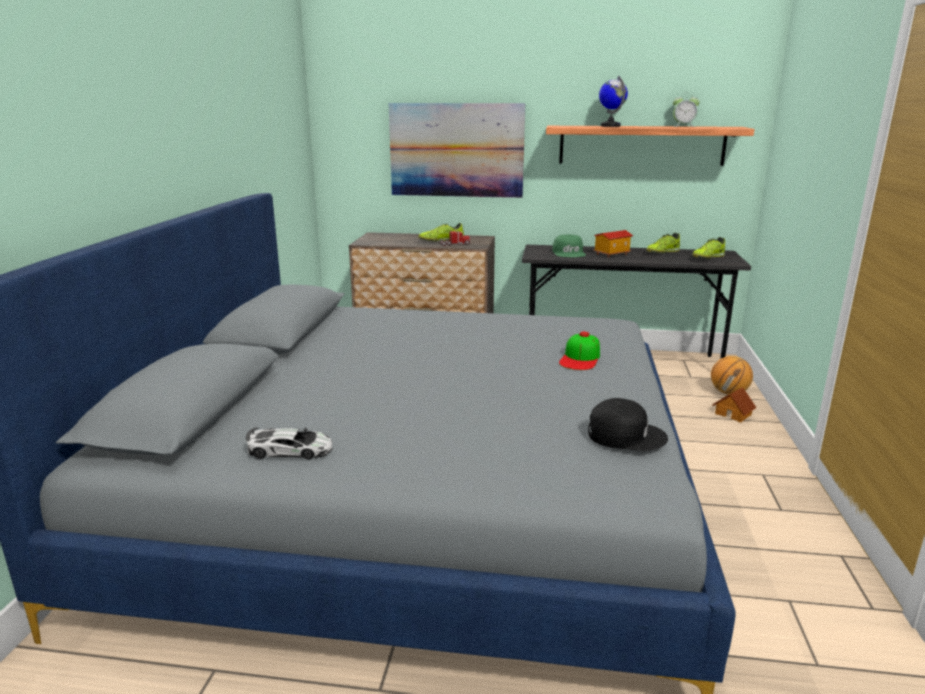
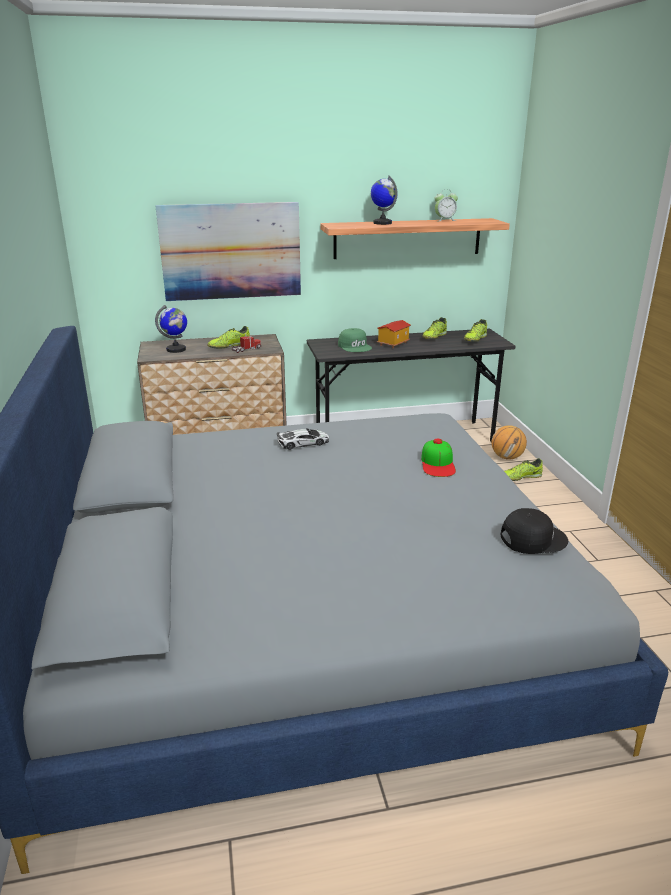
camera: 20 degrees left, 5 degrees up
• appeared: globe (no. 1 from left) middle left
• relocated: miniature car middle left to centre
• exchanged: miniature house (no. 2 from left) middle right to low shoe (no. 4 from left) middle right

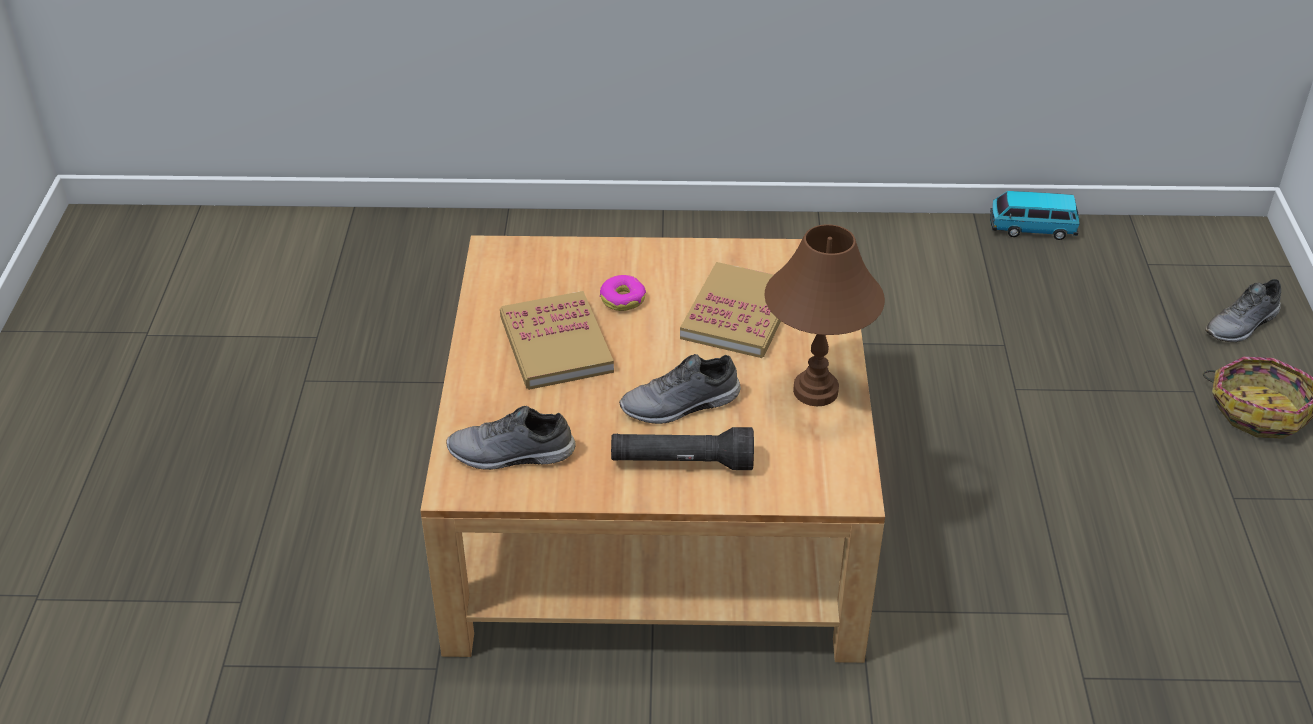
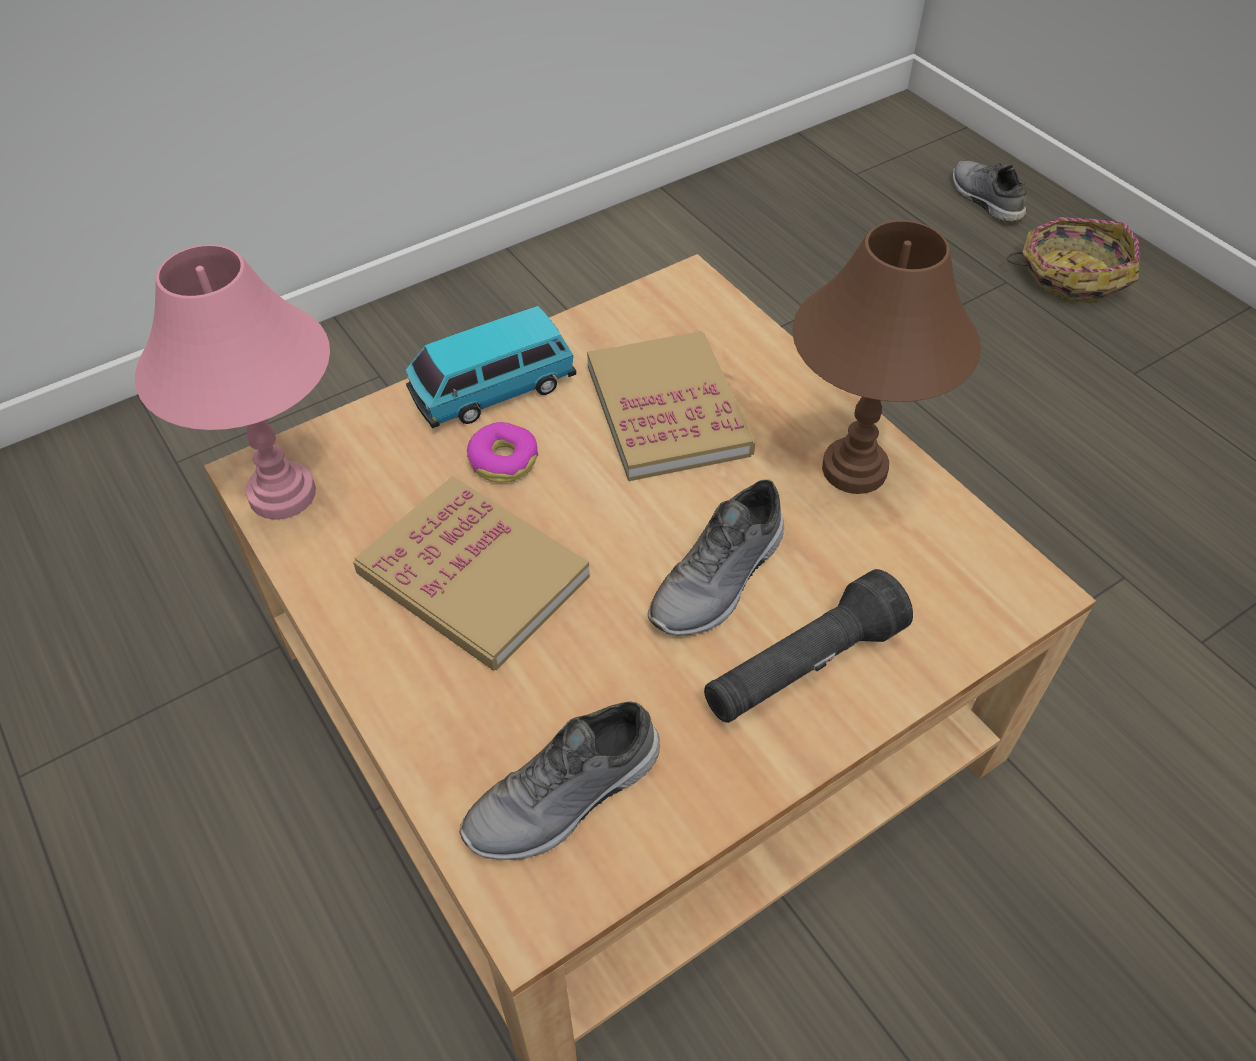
camera: 35 degrees left, 10 degrees up
• appeared: pinkish lamp for a table middle left
• relocated: miniature car top right to centre
• spun: grey low shoe (no. 3 from left) middle right = top right 135 degrees clockwise

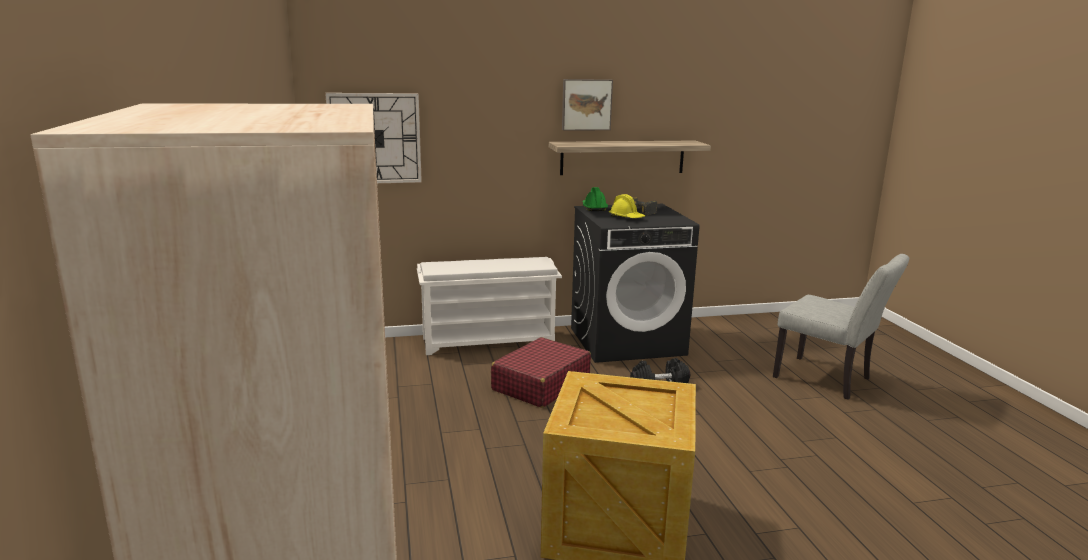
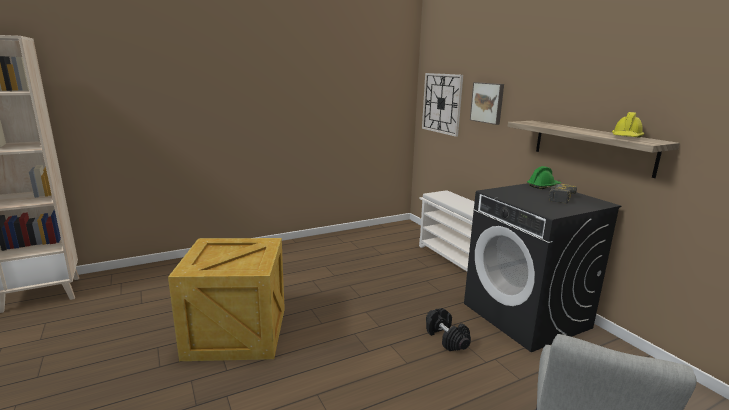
camera: 75 degrees right, 0 degrees up
• missing: red-coloured suitcase centre
• relocated: wall picture top centre to top right
• relocated: yellowish work helmet centre to top right

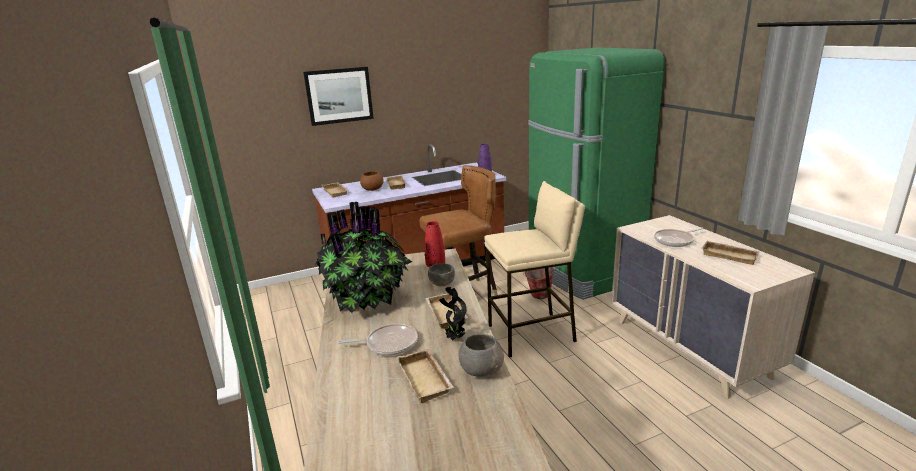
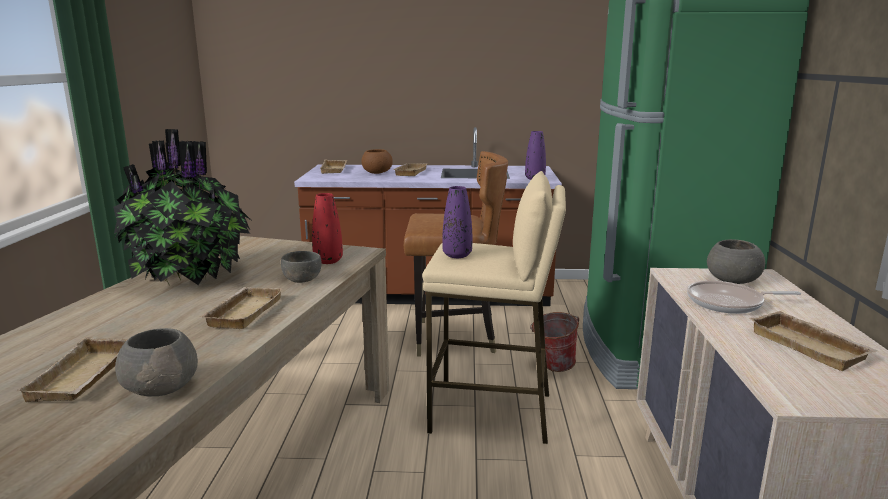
camera: 25 degrees right, 5 degrees down
• missing: wall picture top centre
• missing: skillet (no. 1 from left) bottom centre
• missing: potted plant (no. 2 from left) centre
• appeared: purple flower vase (no. 1 from left) centre
• appeared: grey deep dish (no. 3 from left) middle right

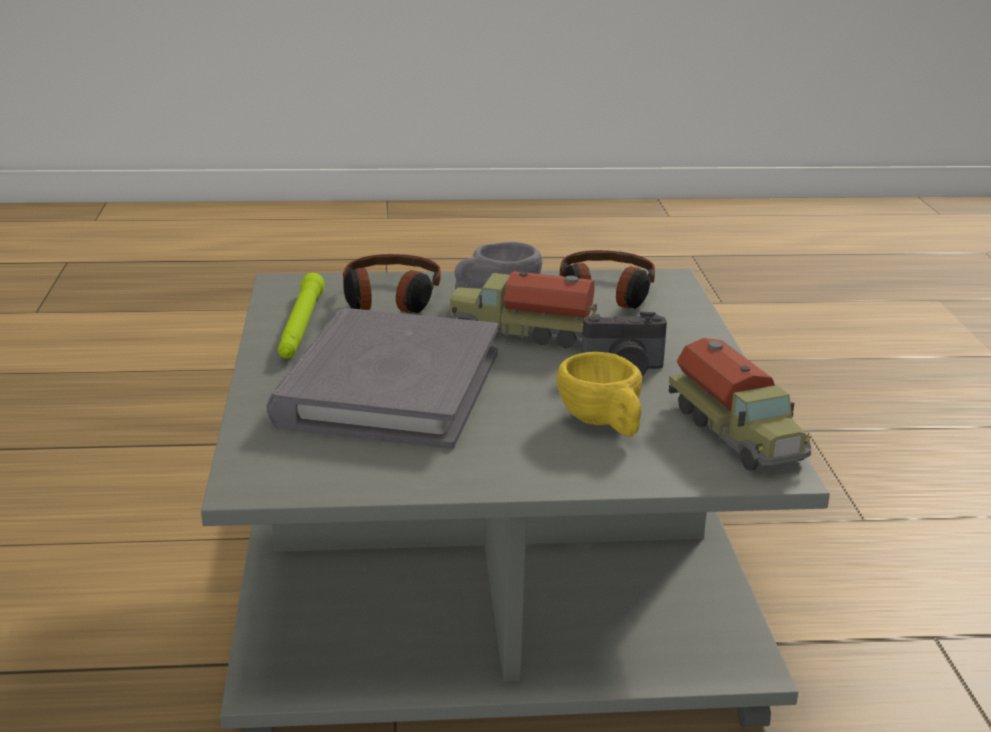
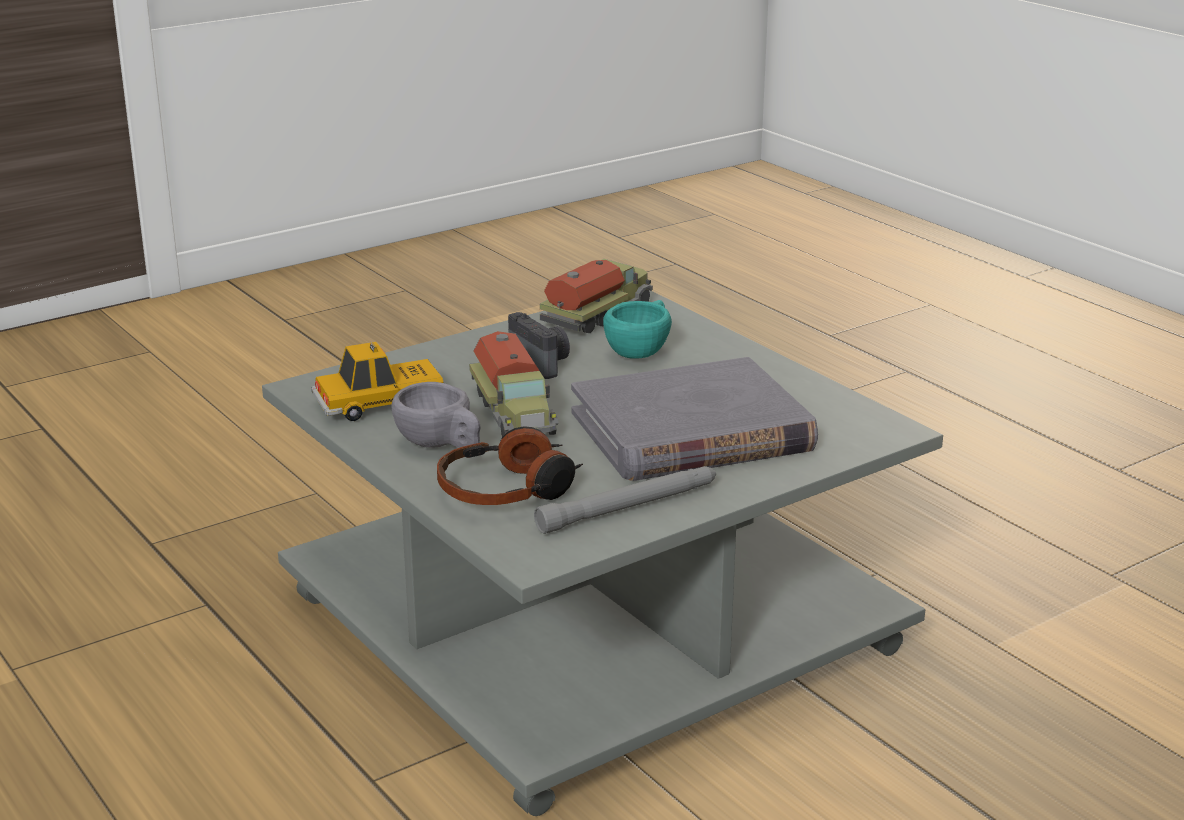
camera: 120 degrees left, 0 degrees up
• exchanged: headphones (no. 2 from left) centre to miniature car middle left
• colour: green-coloured hand torch middle left to grey hand torch centre
• colour: yellowish drinking cup centre to turquoise-coloured drinking cup centre

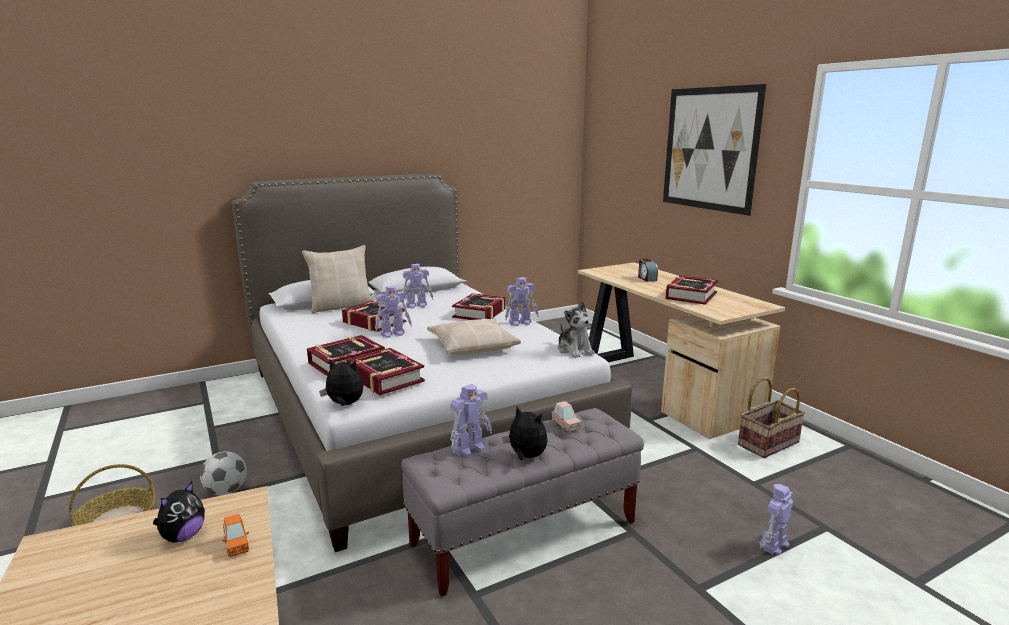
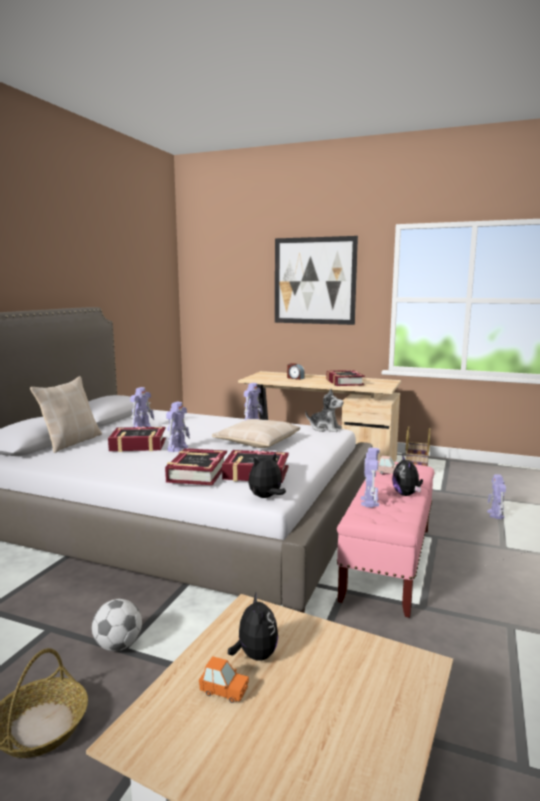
camera: 40 degrees left, 5 degrees down
• missing: bound book (no. 4 from left) centre
• relocated: orange miniature car bottom left to bottom centre
• colour: grey long seat bottom centre to pinkish long seat bottom right
• spun: soft toy (no. 3 from left in the first image) bottom centre = middle right 90 degrees counterclockwise

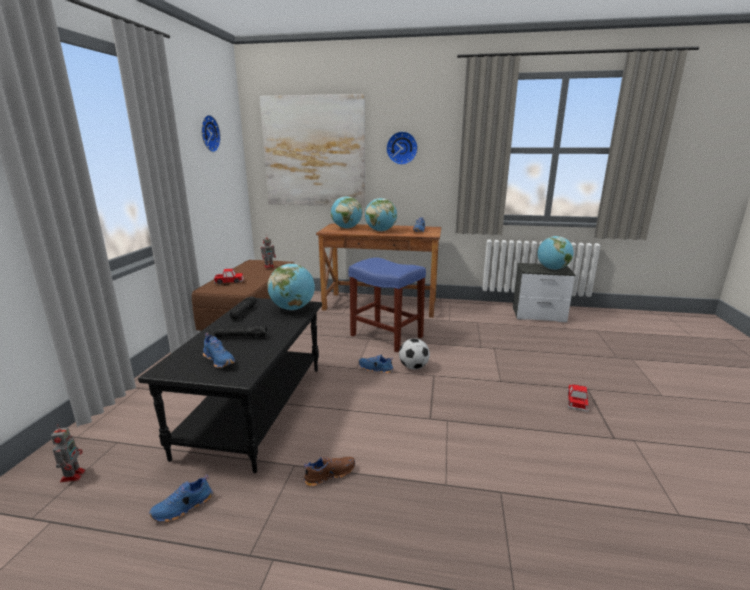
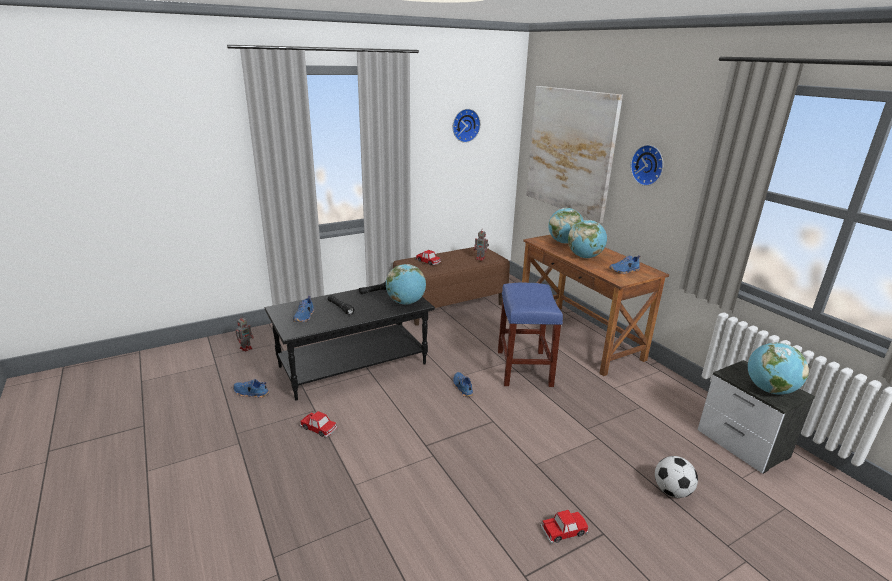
camera: 50 degrees right, 5 degrees up
• relocated: football ball centre to bottom right
• exchanged: brownish low shoe bottom centre to miniature car (no. 1 from left) bottom centre

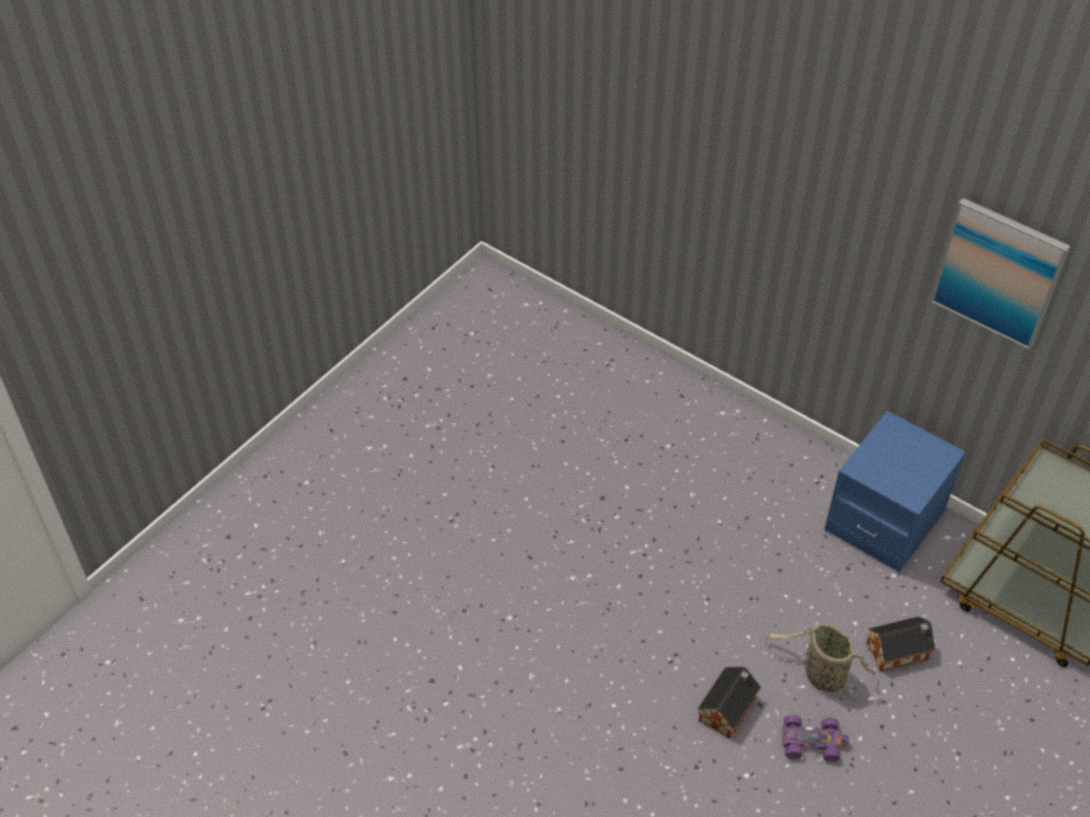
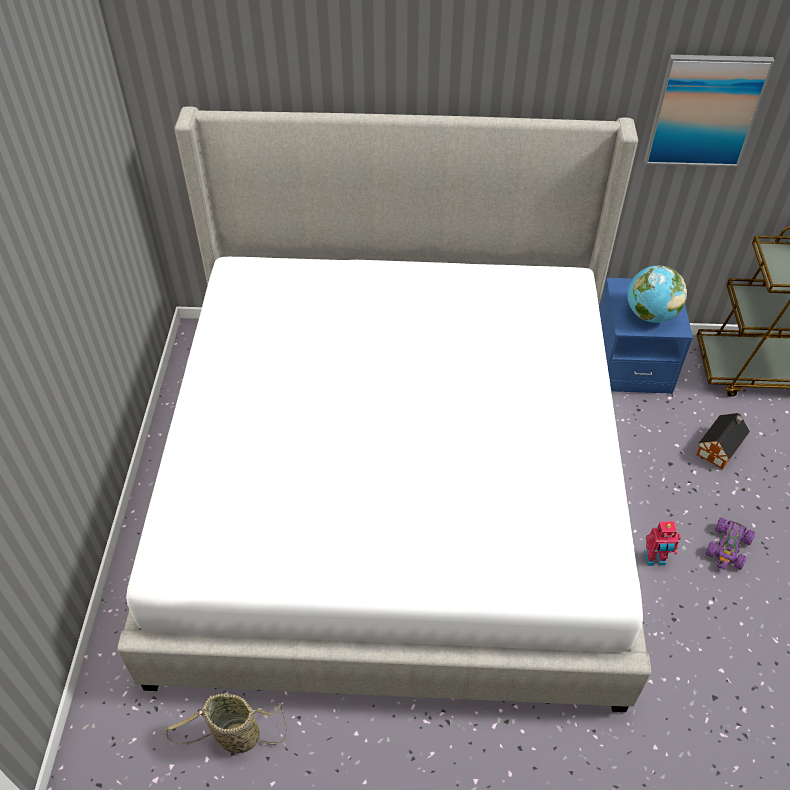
camera: 35 degrees left, 0 degrees up
• appeared: sleeping bed centre
• appeared: globe middle right
• relocated: storage basket bottom right to bottom left
• exchanged: miniature house (no. 1 from left) bottom right to model robot bottom right
• spun: purple miniature car bottom right = bottom right 150 degrees clockwise

